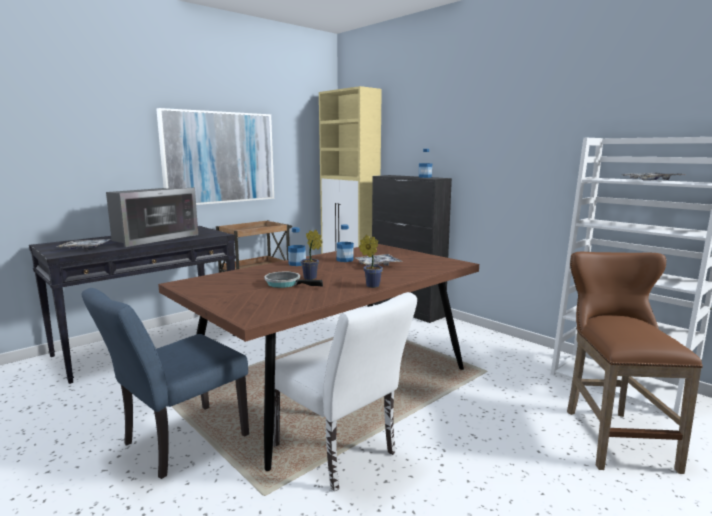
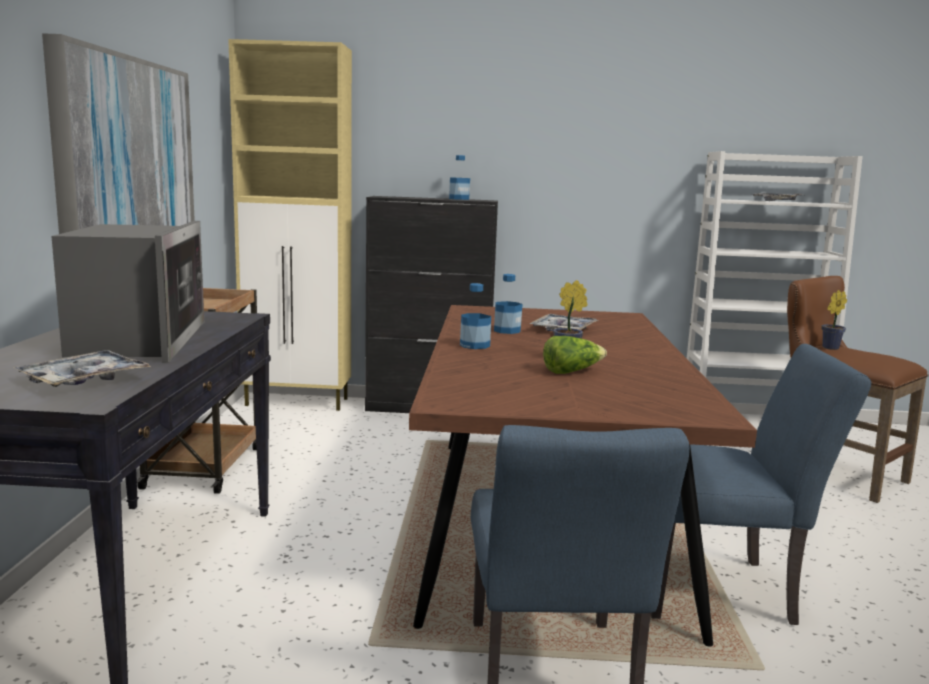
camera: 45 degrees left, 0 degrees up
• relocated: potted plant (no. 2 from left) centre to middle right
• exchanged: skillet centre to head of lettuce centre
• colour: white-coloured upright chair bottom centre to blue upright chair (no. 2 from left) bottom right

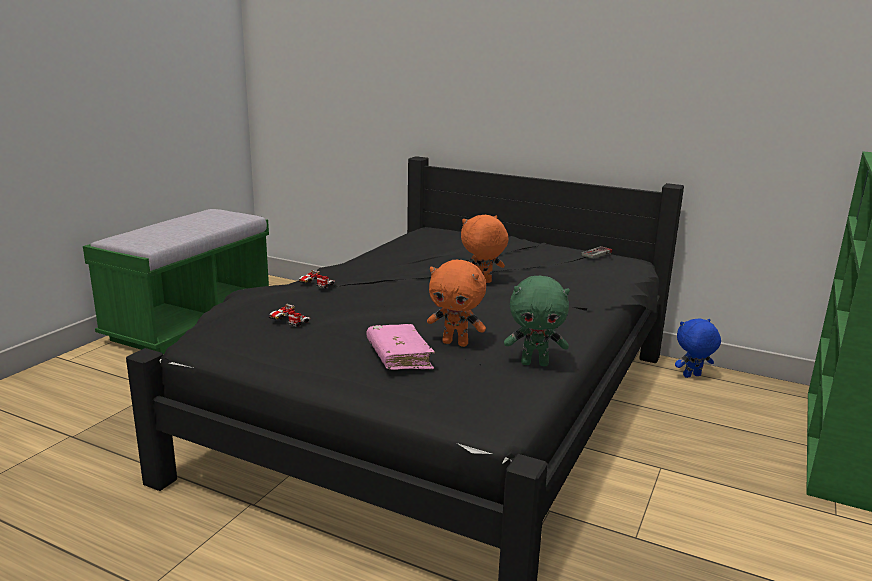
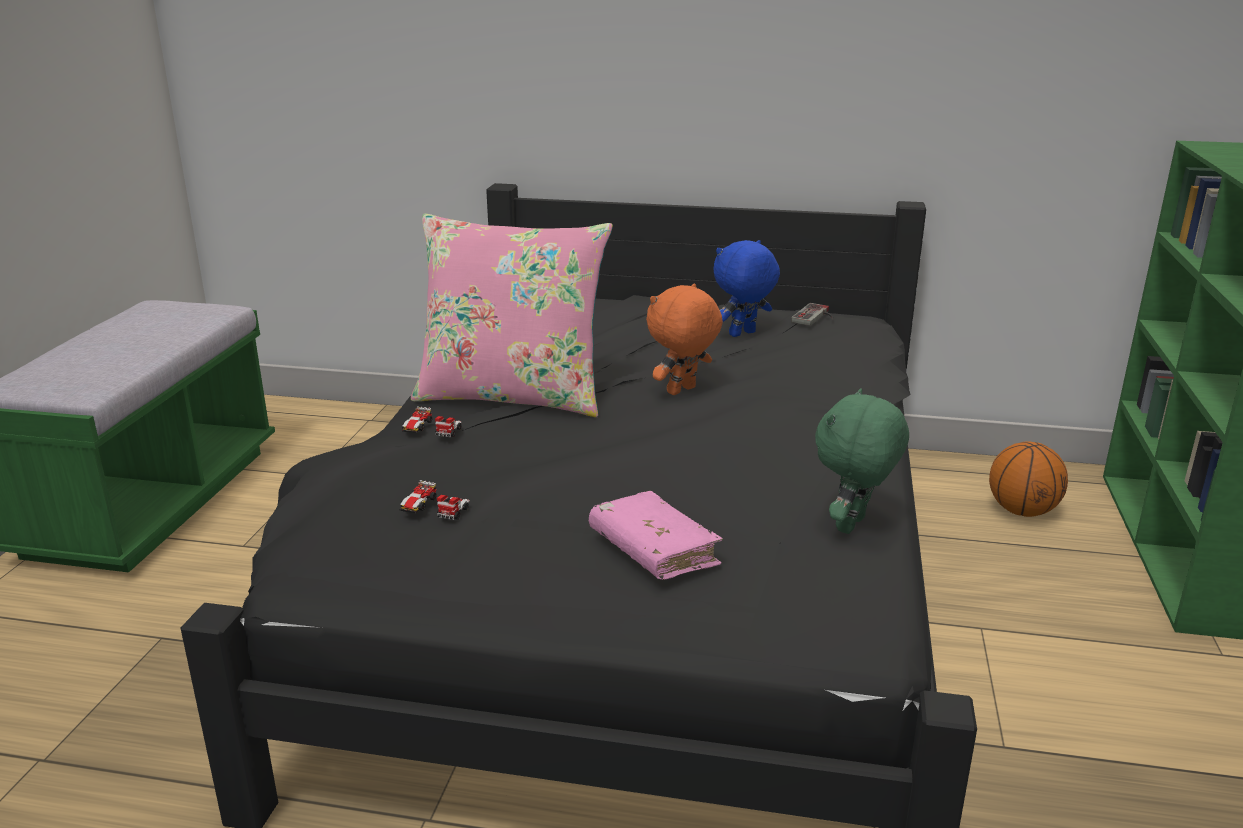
camera: 15 degrees left, 5 degrees up
• missing: orange soft toy (no. 1 from left) centre
• appeared: pinkish cushion centre
• appeared: basketball ball middle right
• relocated: blue soft toy middle right to centre
• spun: green-coloured soft toy centre = middle right 135 degrees clockwise

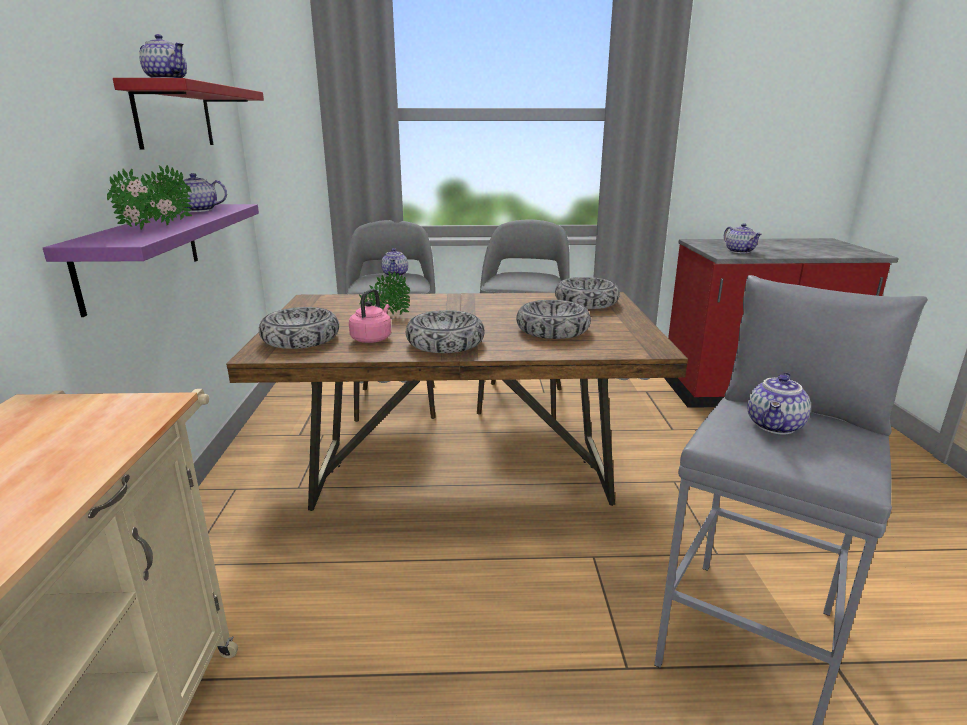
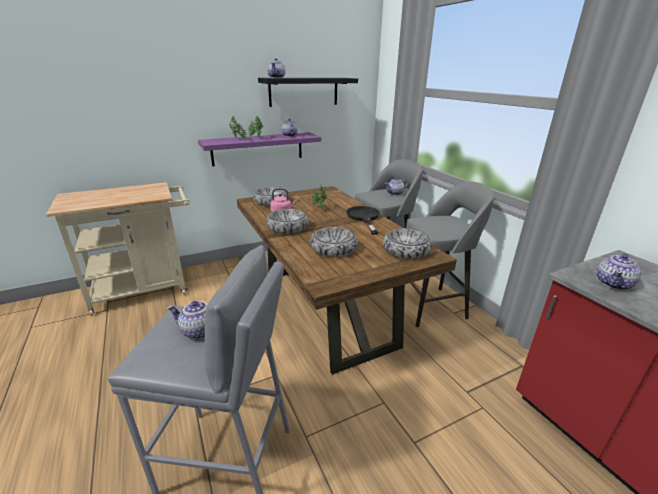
camera: 65 degrees right, 5 degrees up
• appeared: blackish skillet centre
• colour: red-coloured shelf top left to blackish shelf top centre

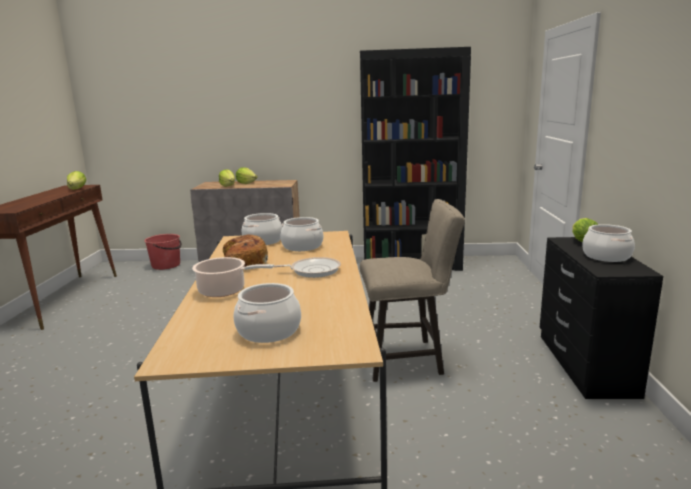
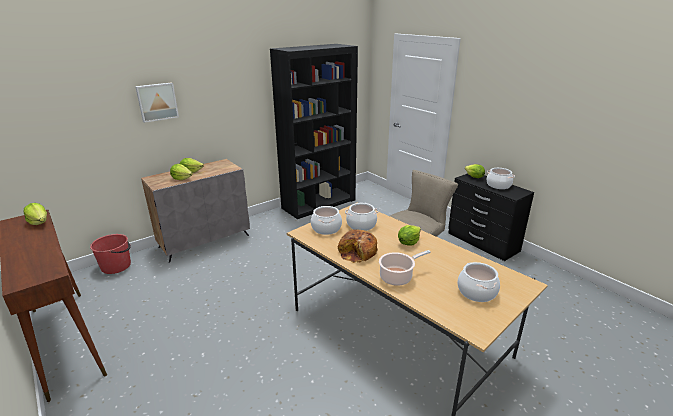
camera: 40 degrees left, 10 degrees up
• appeared: wall picture top left
• exchanged: skillet centre to head of lettuce (no. 4 from left) centre

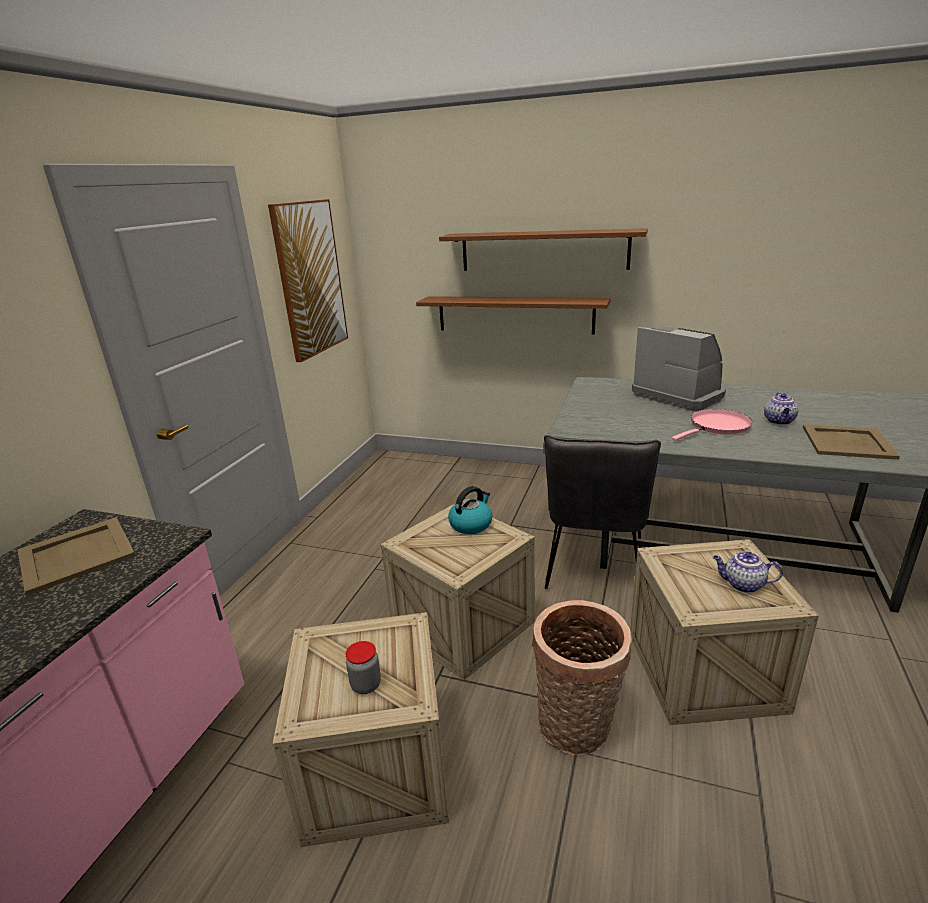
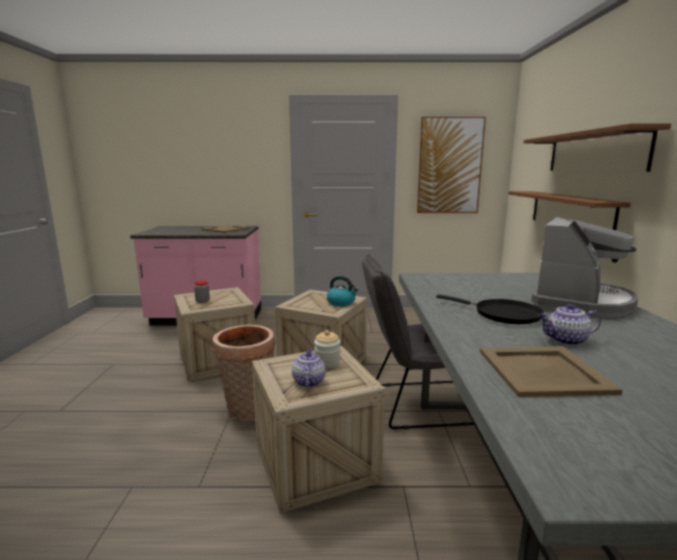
camera: 70 degrees right, 10 degrees down
• appeared: preserve jar (no. 2 from left) centre
• colour: pinkish skillet middle right to blackish skillet middle right

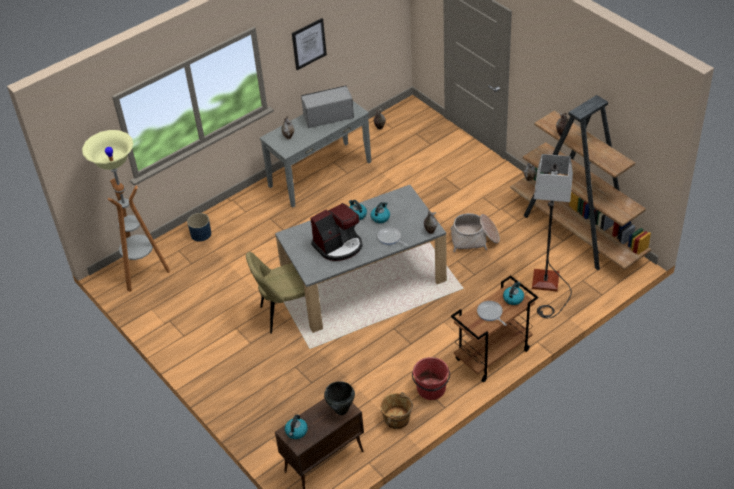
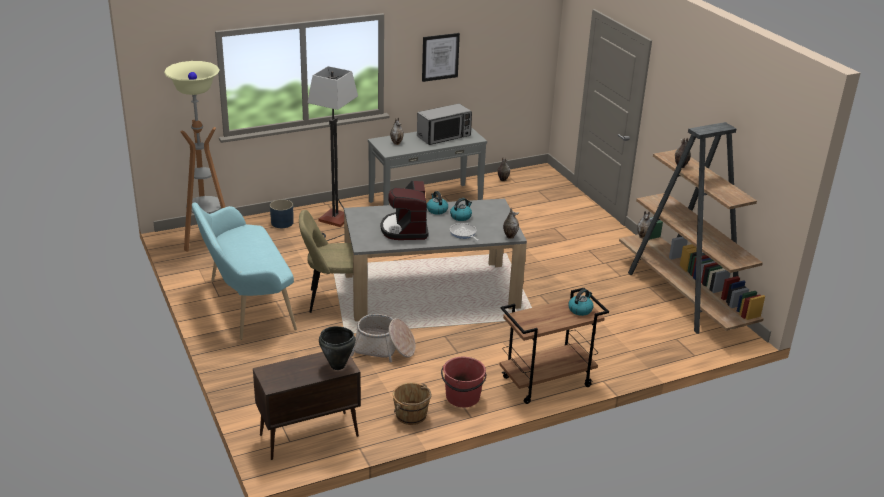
camera: 10 degrees right, 15 degrees down
• missing: kettle (no. 1 from left) bottom centre
• missing: skillet (no. 2 from left) middle right
• appeared: turquoise-coloured long seat middle left
• relocated: storage basket centre to bottom centre
• relocated: standing lamp (no. 2 from left) middle right to top centre
• spun: microwave oven top centre = top centre 150 degrees clockwise
• spun: coffee brewer centre = centre 105 degrees clockwise

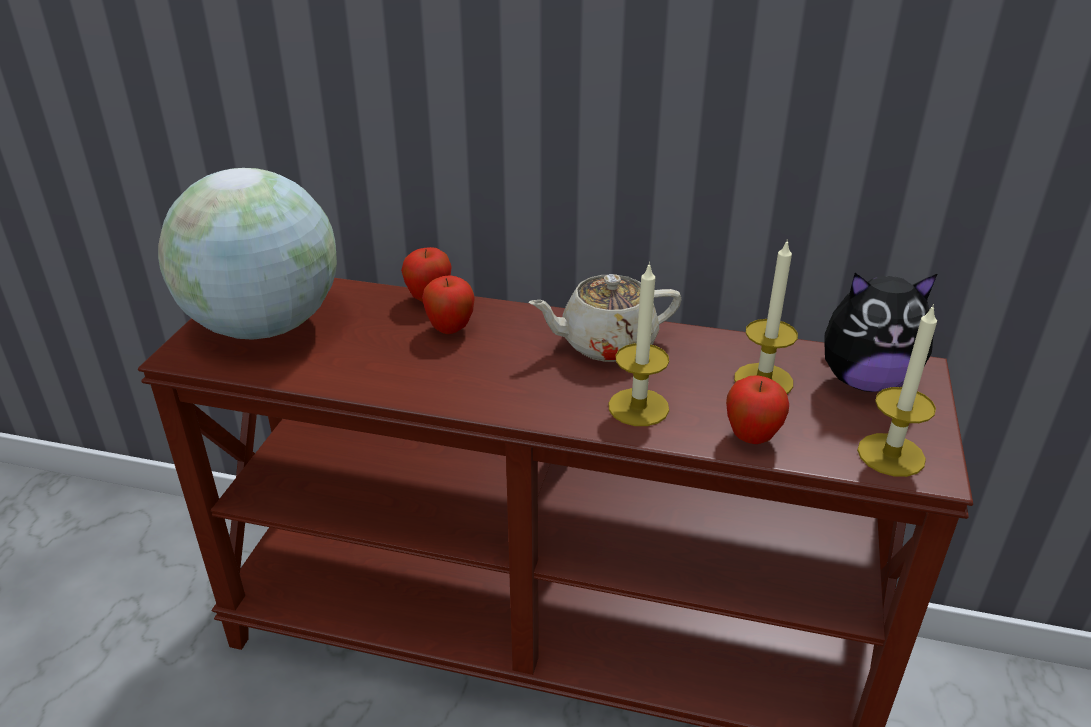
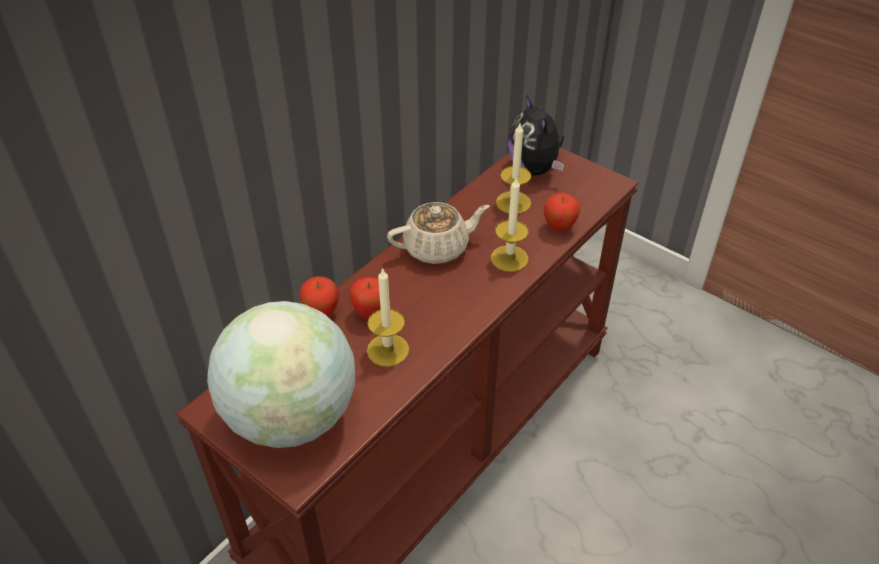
camera: 65 degrees left, 10 degrees up
• relocated: wax candle (no. 3 from left in the first image) middle right to wax candle (no. 1 from left) centre
• spun: beige teapot centre = centre 120 degrees counterclockwise
• spun: soft toy middle right = top centre 135 degrees clockwise

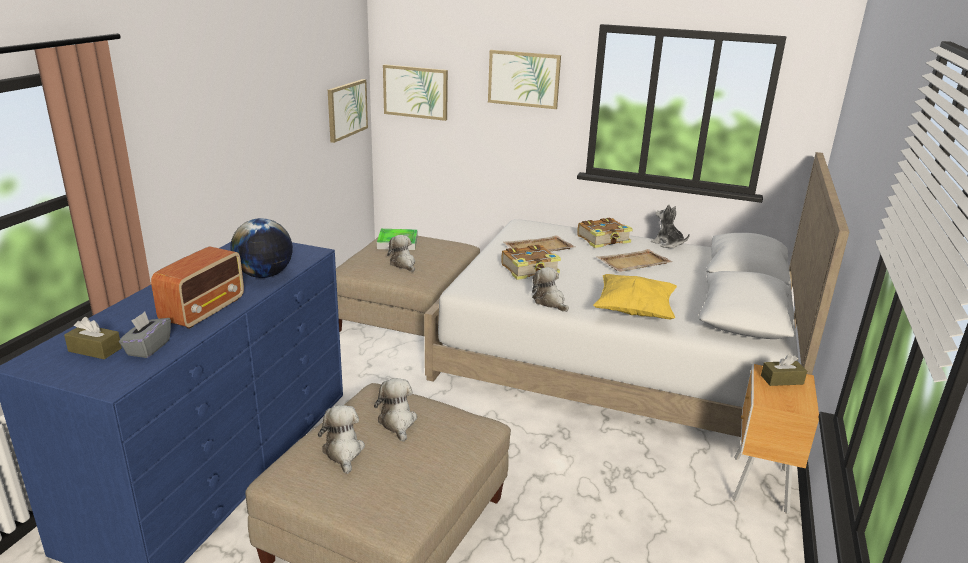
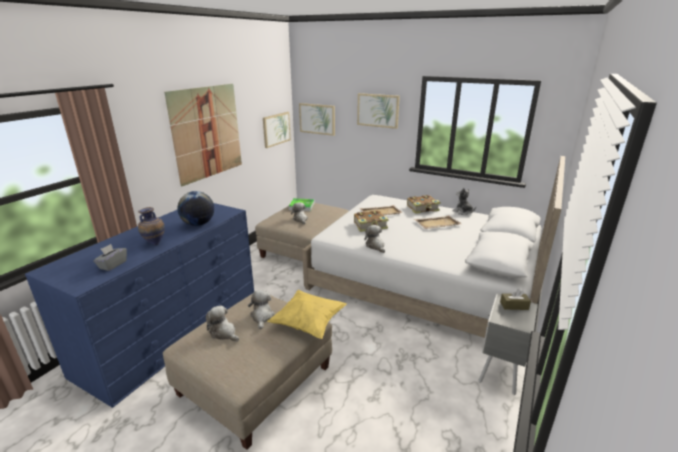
camera: 10 degrees right, 0 degrees up
• missing: brownish box of tissues (no. 1 from left) middle left
• appeared: wall picture (no. 1 from left) top left
• relocated: yellowish cushion centre to bottom centre
• exchanged: radio receiver middle left to flower vase middle left
• colour: brownish night table bottom right to grey night table bottom right
• spun: soft toy (no. 1 from left) bottom centre = bottom left 45 degrees counterclockwise

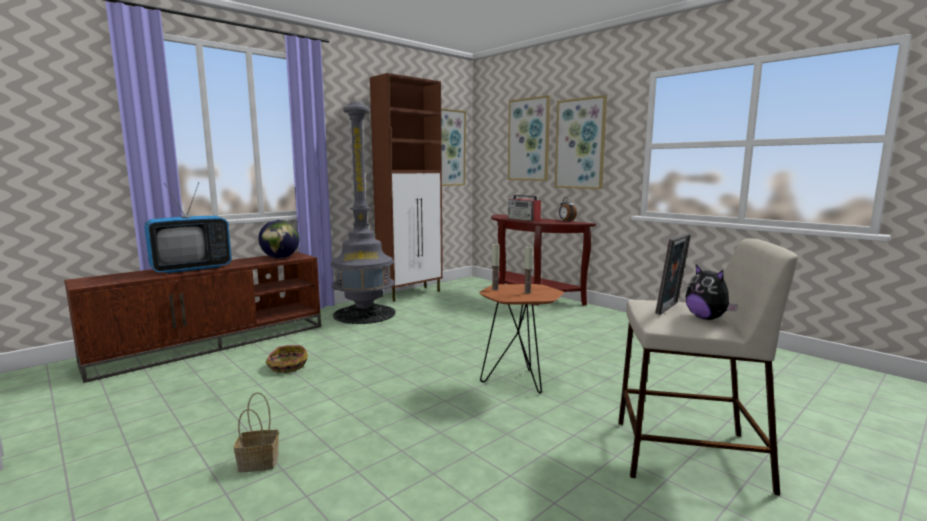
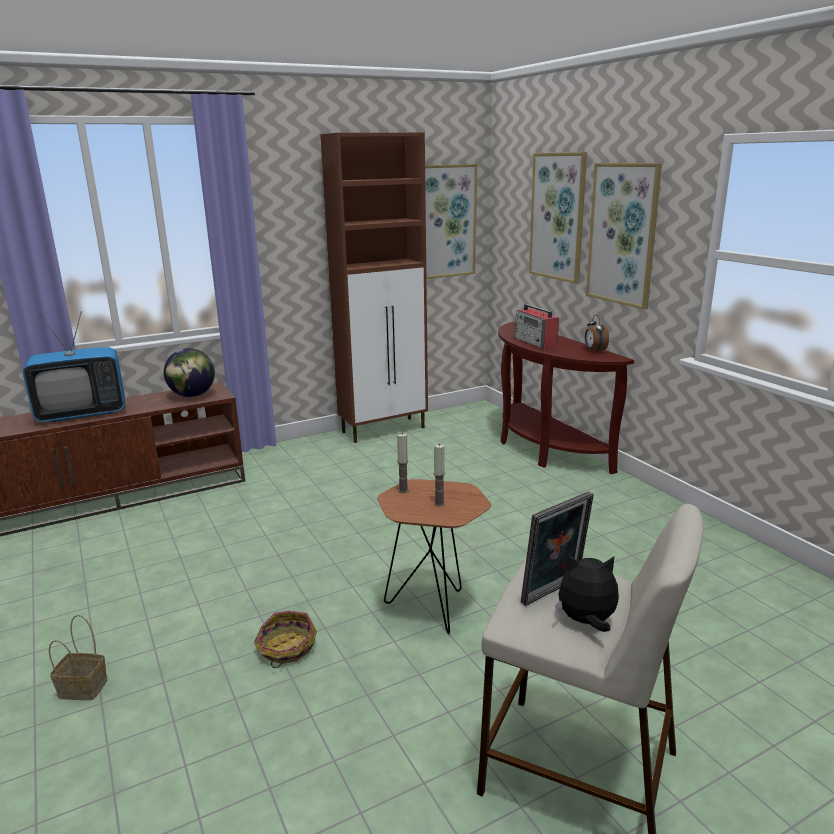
camera: 15 degrees right, 10 degrees up
• missing: grey standing lamp centre
• relocated: storage basket (no. 2 from left) bottom left to bottom centre
• spun: soft toy middle right = bottom right 105 degrees clockwise

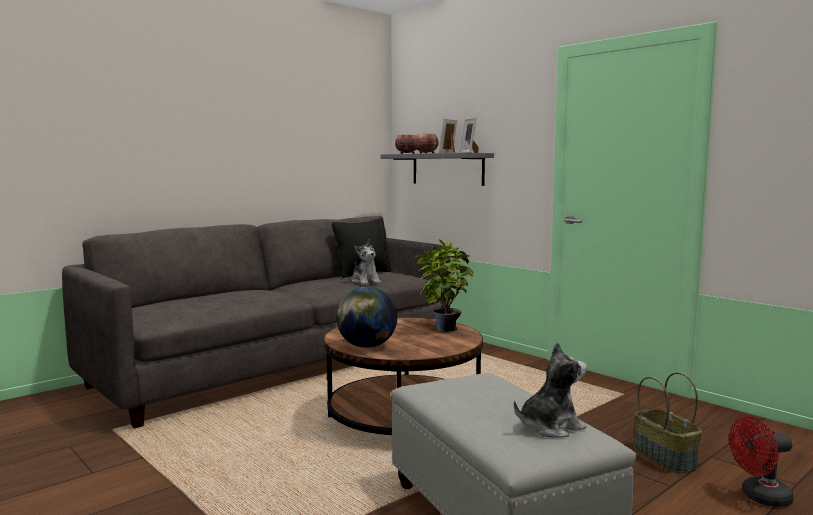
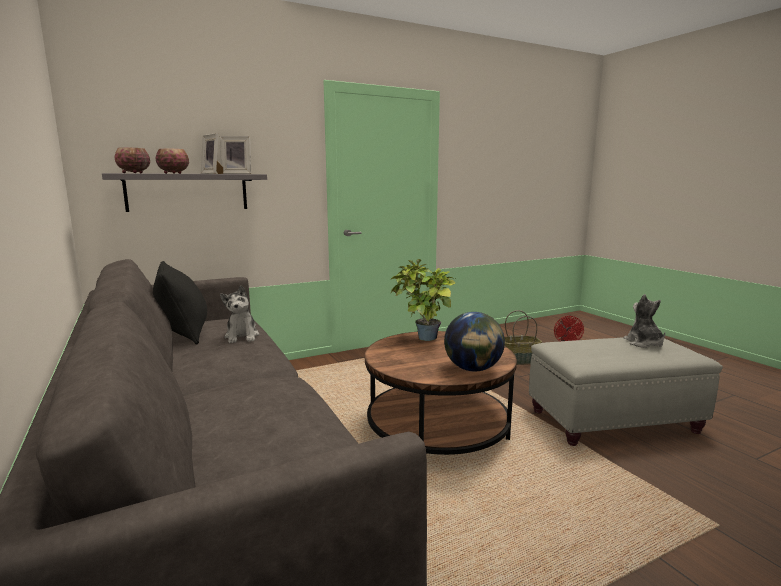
camera: 75 degrees left, 5 degrees up
• spun: soft toy (no. 1 from left) centre = middle left 90 degrees clockwise

